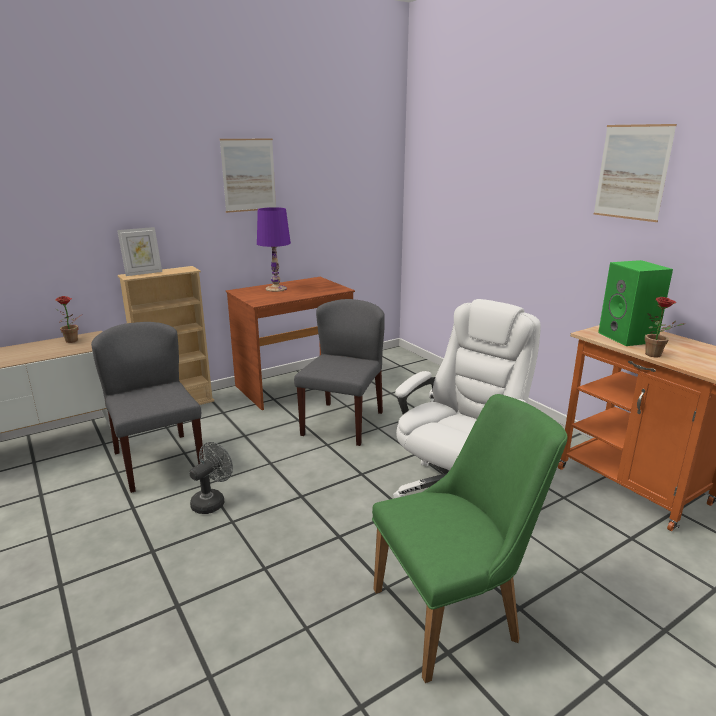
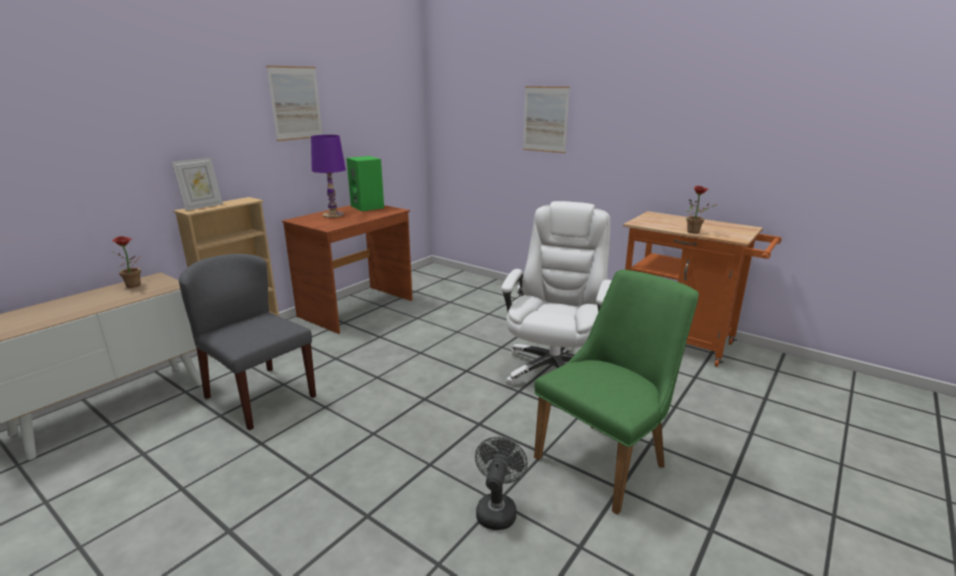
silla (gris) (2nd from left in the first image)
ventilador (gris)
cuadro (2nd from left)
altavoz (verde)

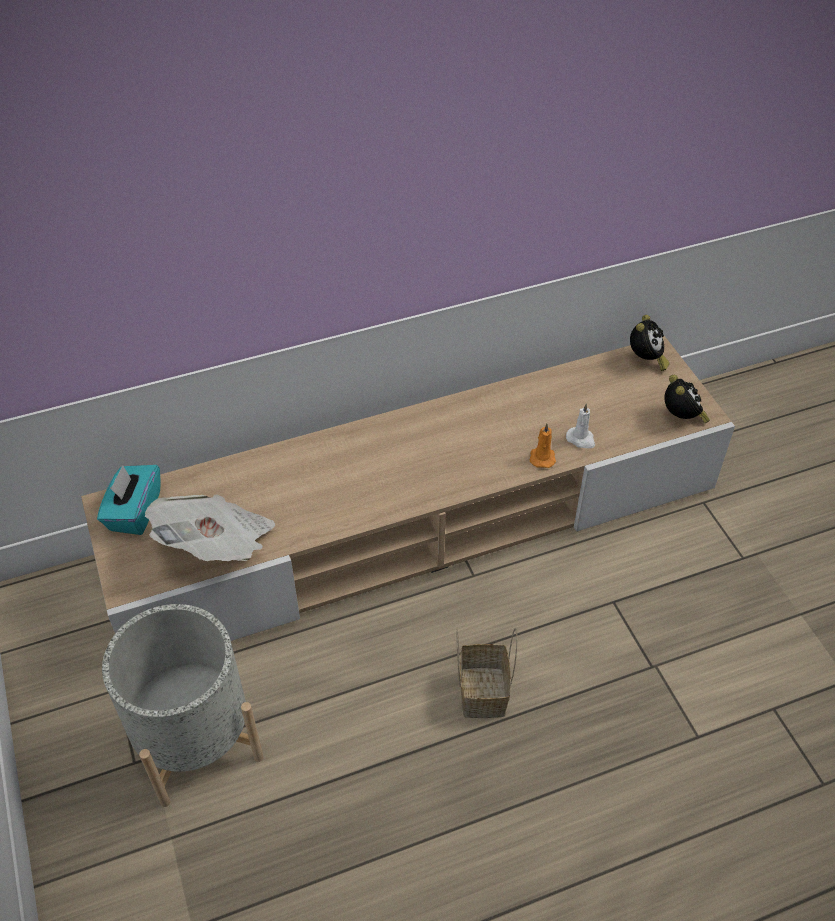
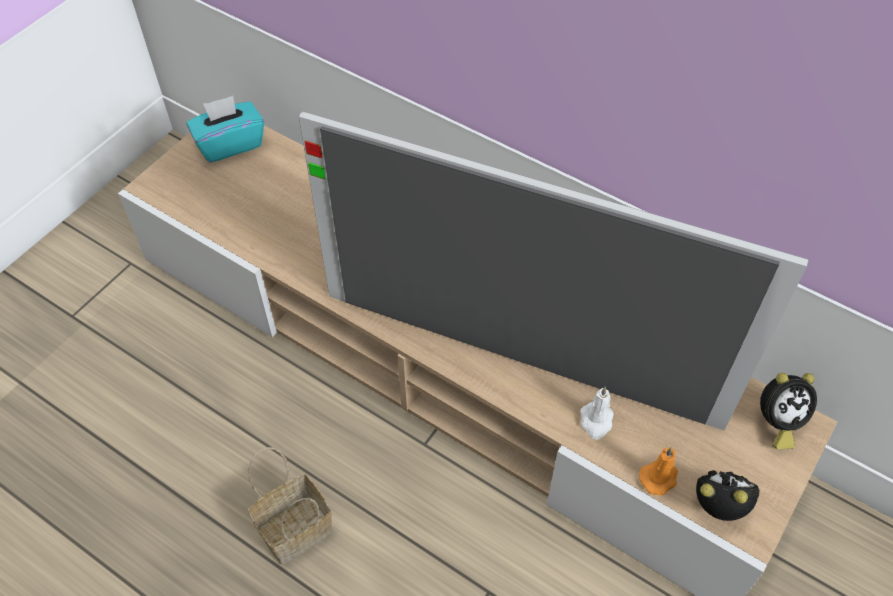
maceta (gris)
periódico
televisor
vela (naranja)
despertador (1st from left)

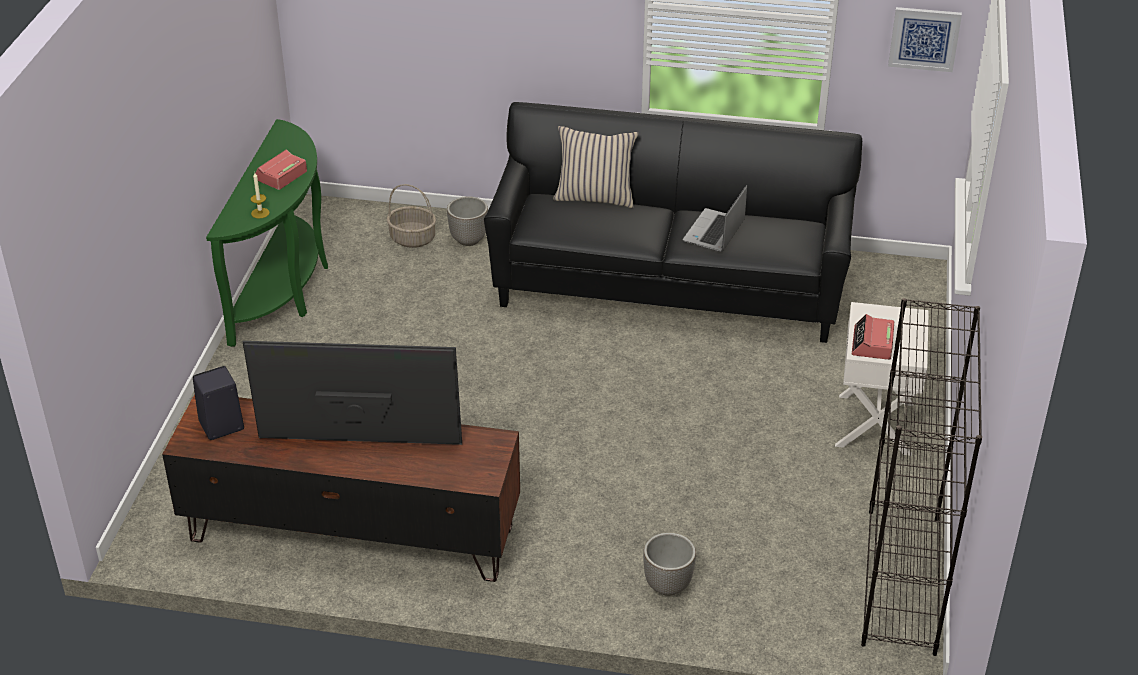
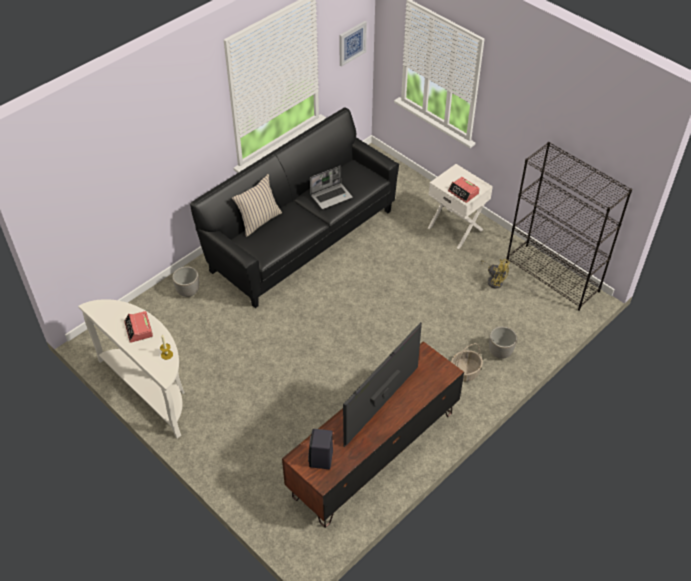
ventilador (amarillo)
cesta
mesa consola (blanco)
portátil

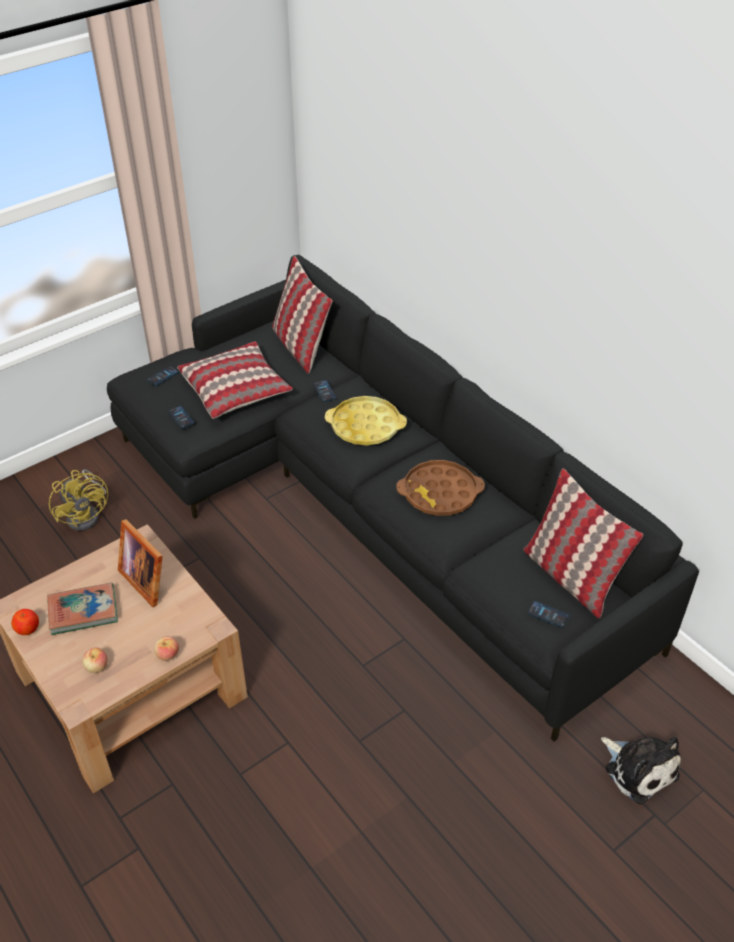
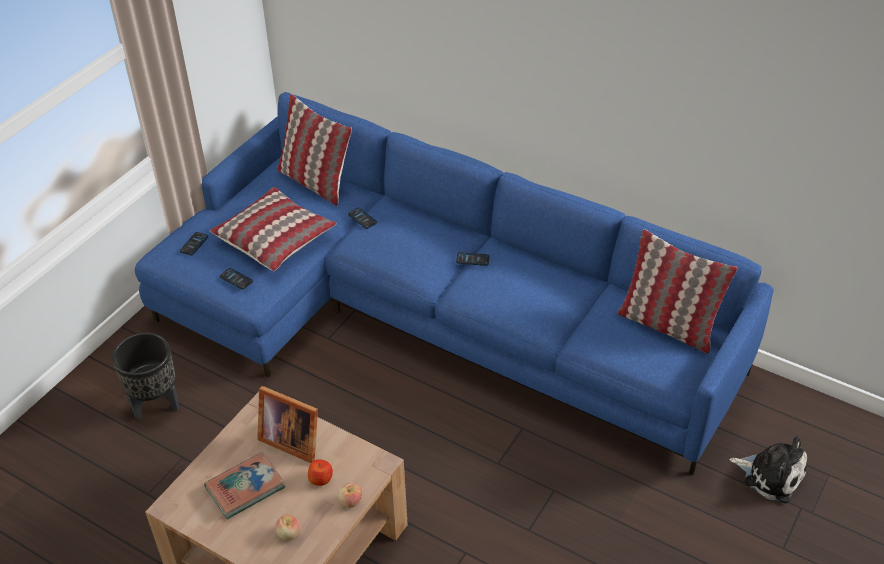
bandeja (amarillo)
bandeja (marrón)
manzana (2nd from left)
móvil (4th from left)
maceta (negro)
sofá (azul)

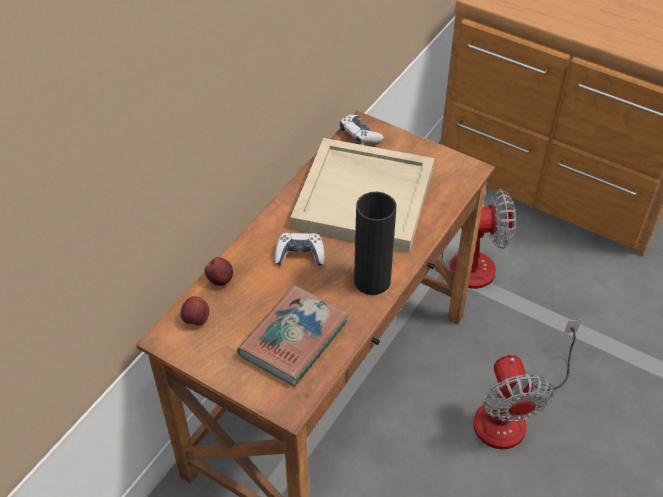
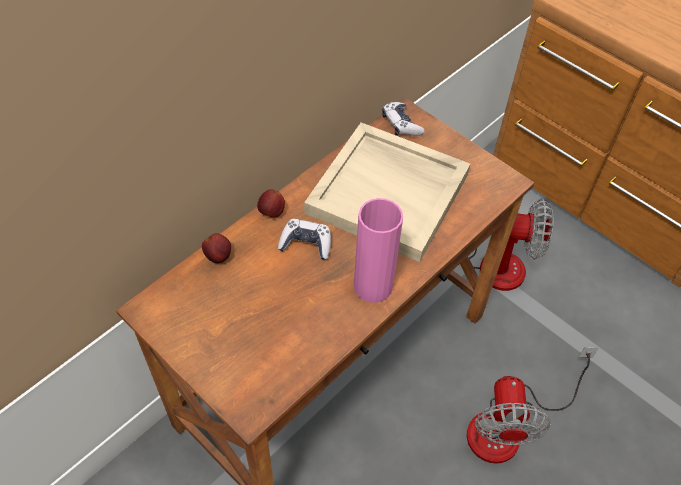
libro
manzana (2nd from left)
florero (rosa)

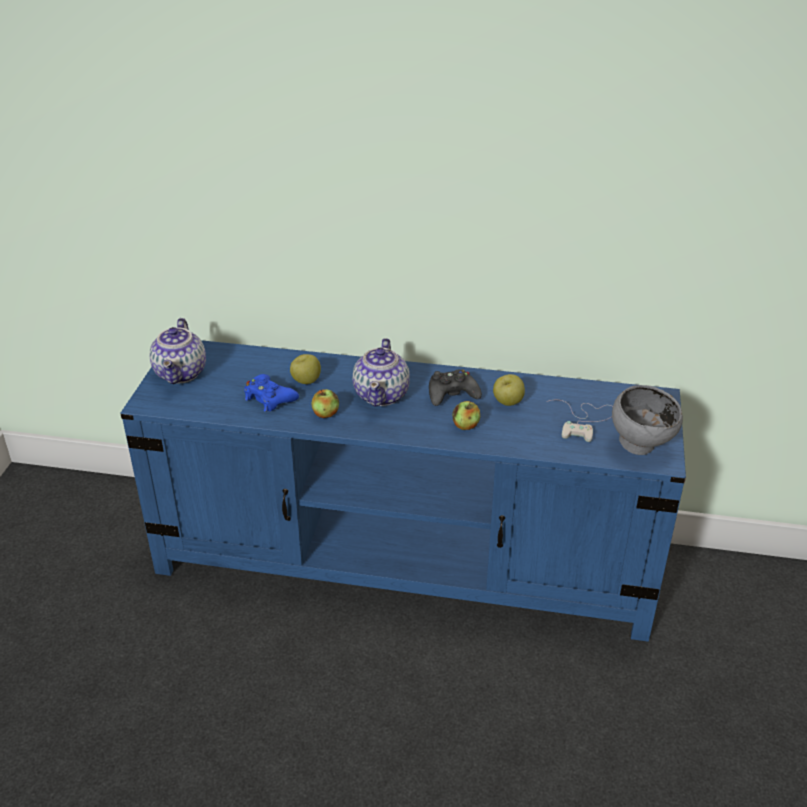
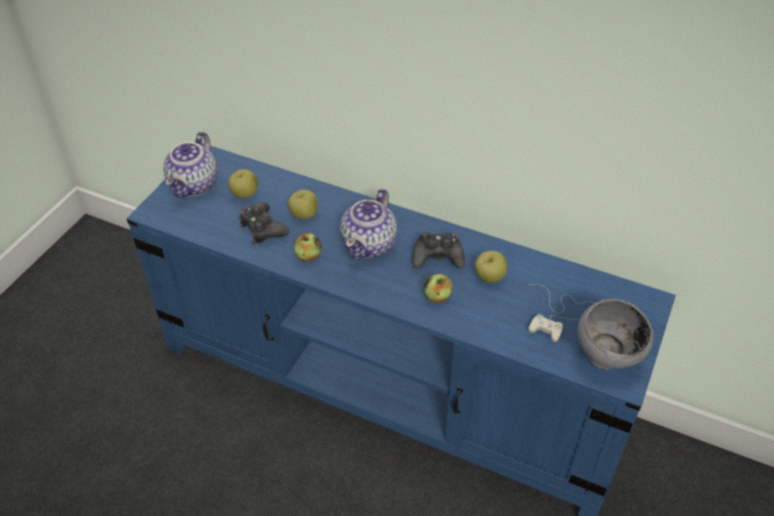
manzana (1st from left)
mando de consola (negro) (1st from left)

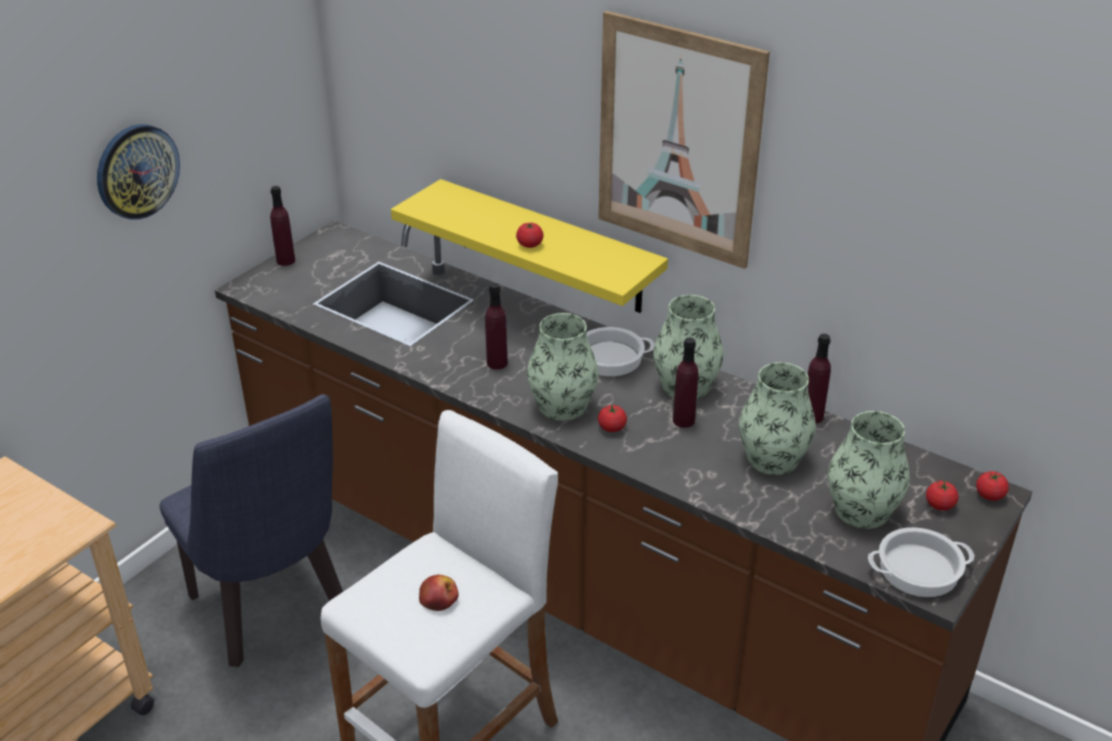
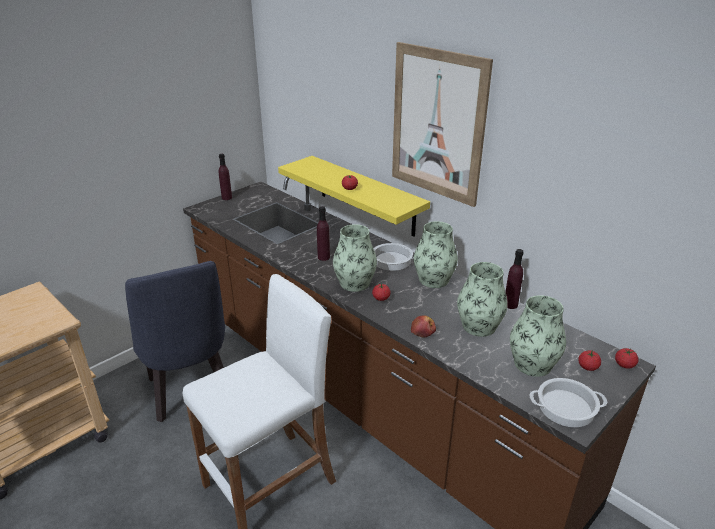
reloj de pared
botella (morado) (3rd from left in the first image)
manzana

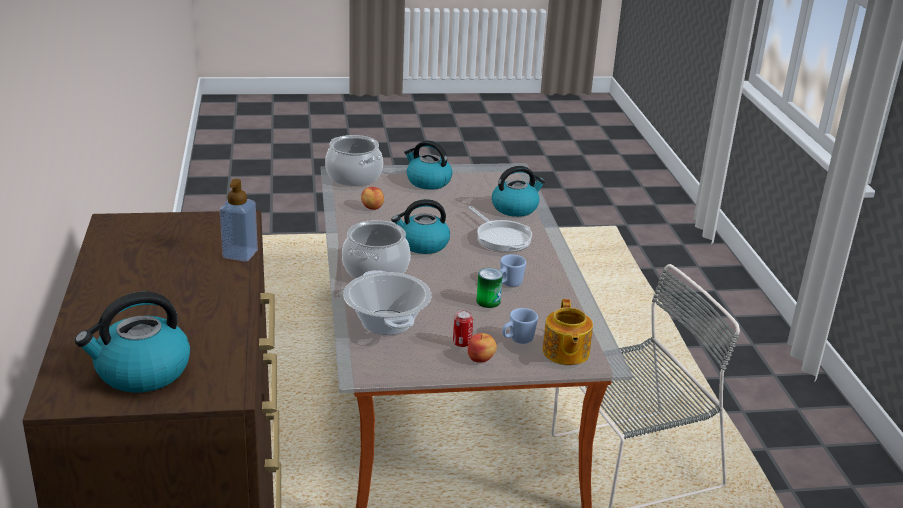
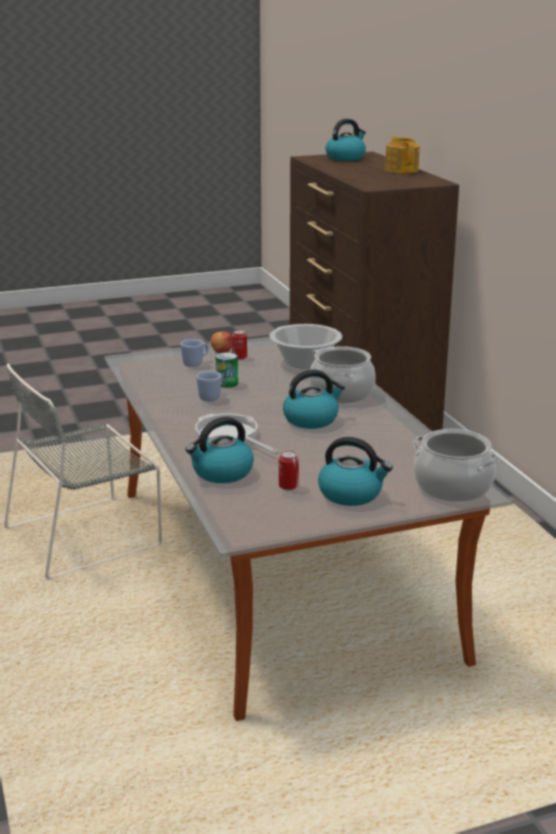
dispensador de jabón
manzana (1st from left in the first image)
lata (3rd from left)
tetera

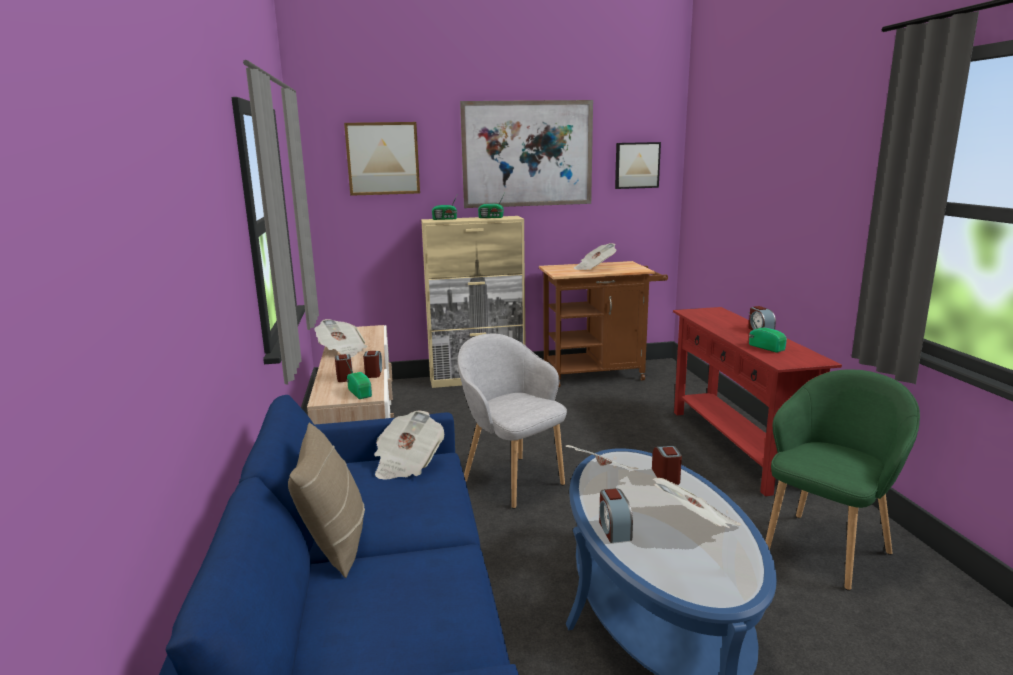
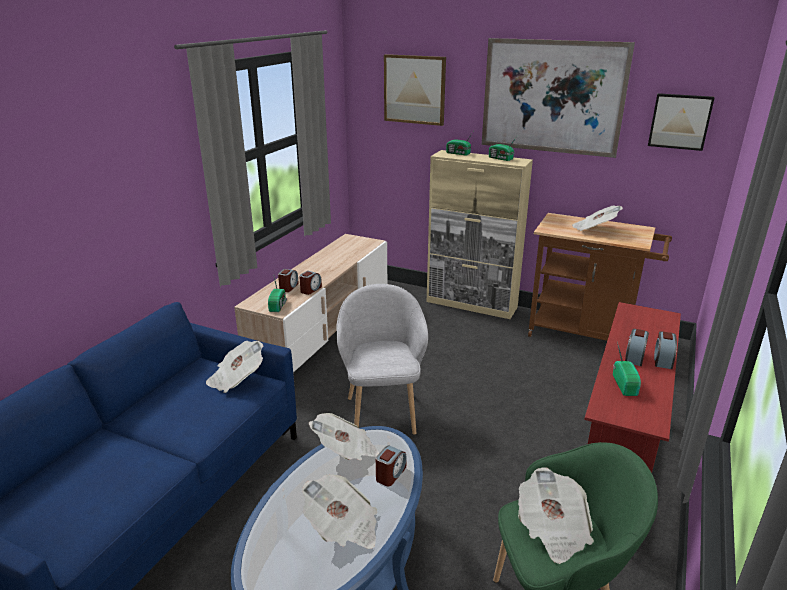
cojín (beis)
periódico (4th from left)
despertador (4th from left)

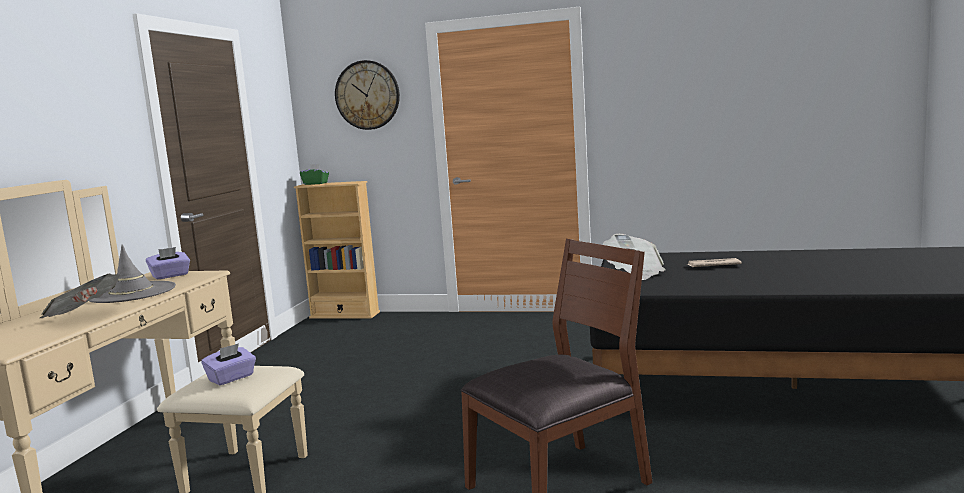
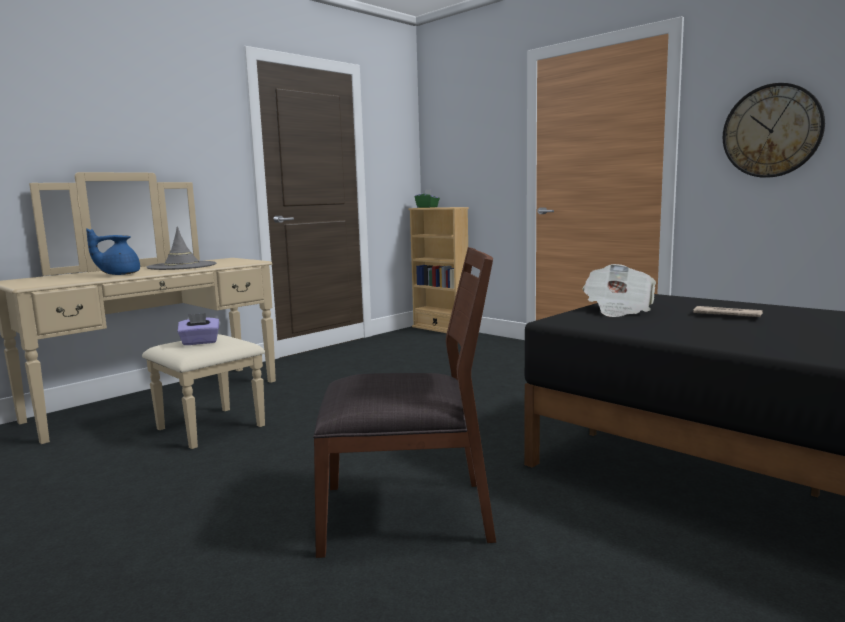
caja de pañuelos (morado) (1st from left in the first image)
reloj de pared
tetera (azul)

